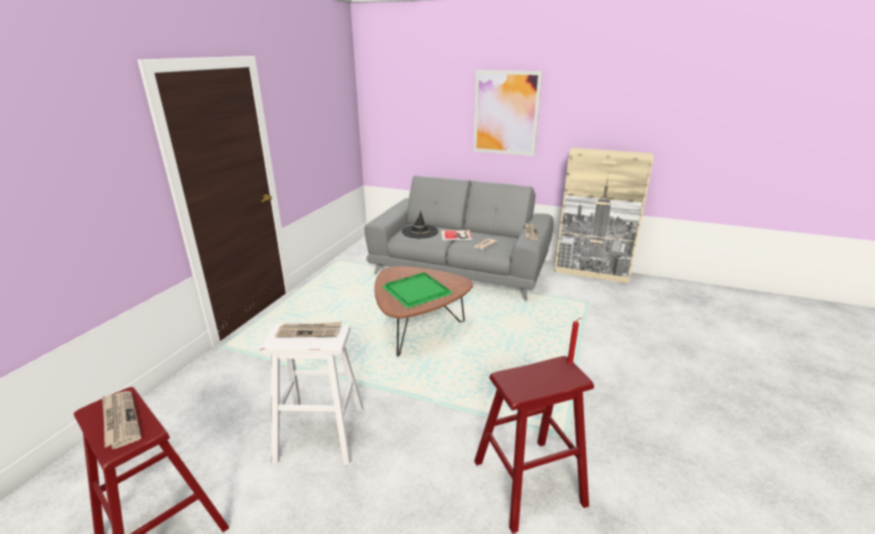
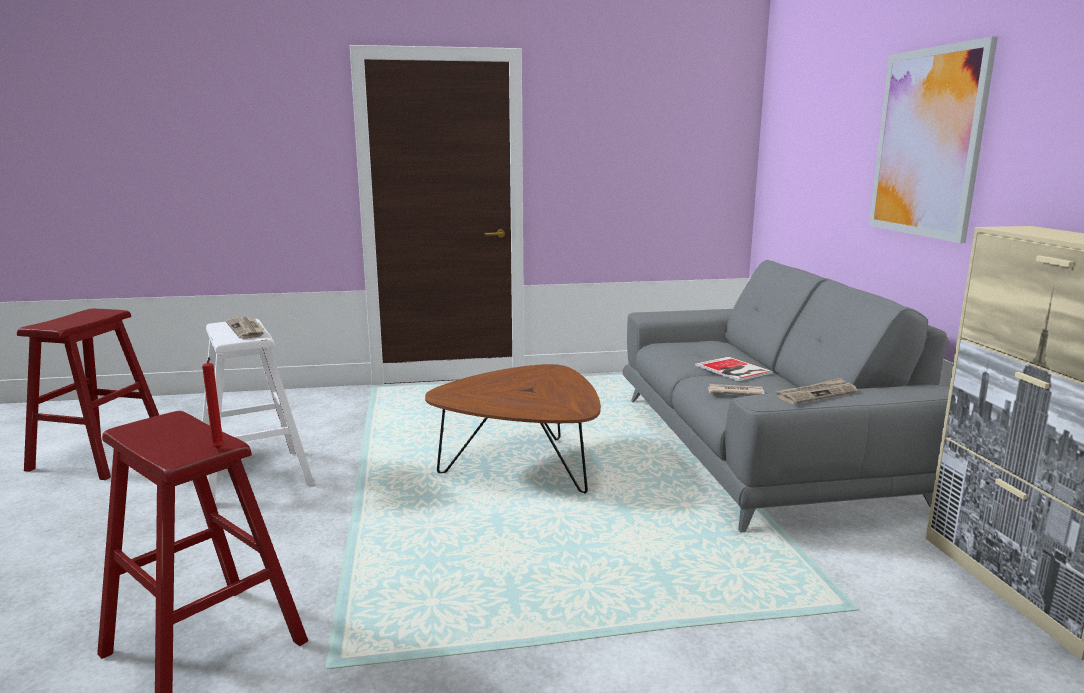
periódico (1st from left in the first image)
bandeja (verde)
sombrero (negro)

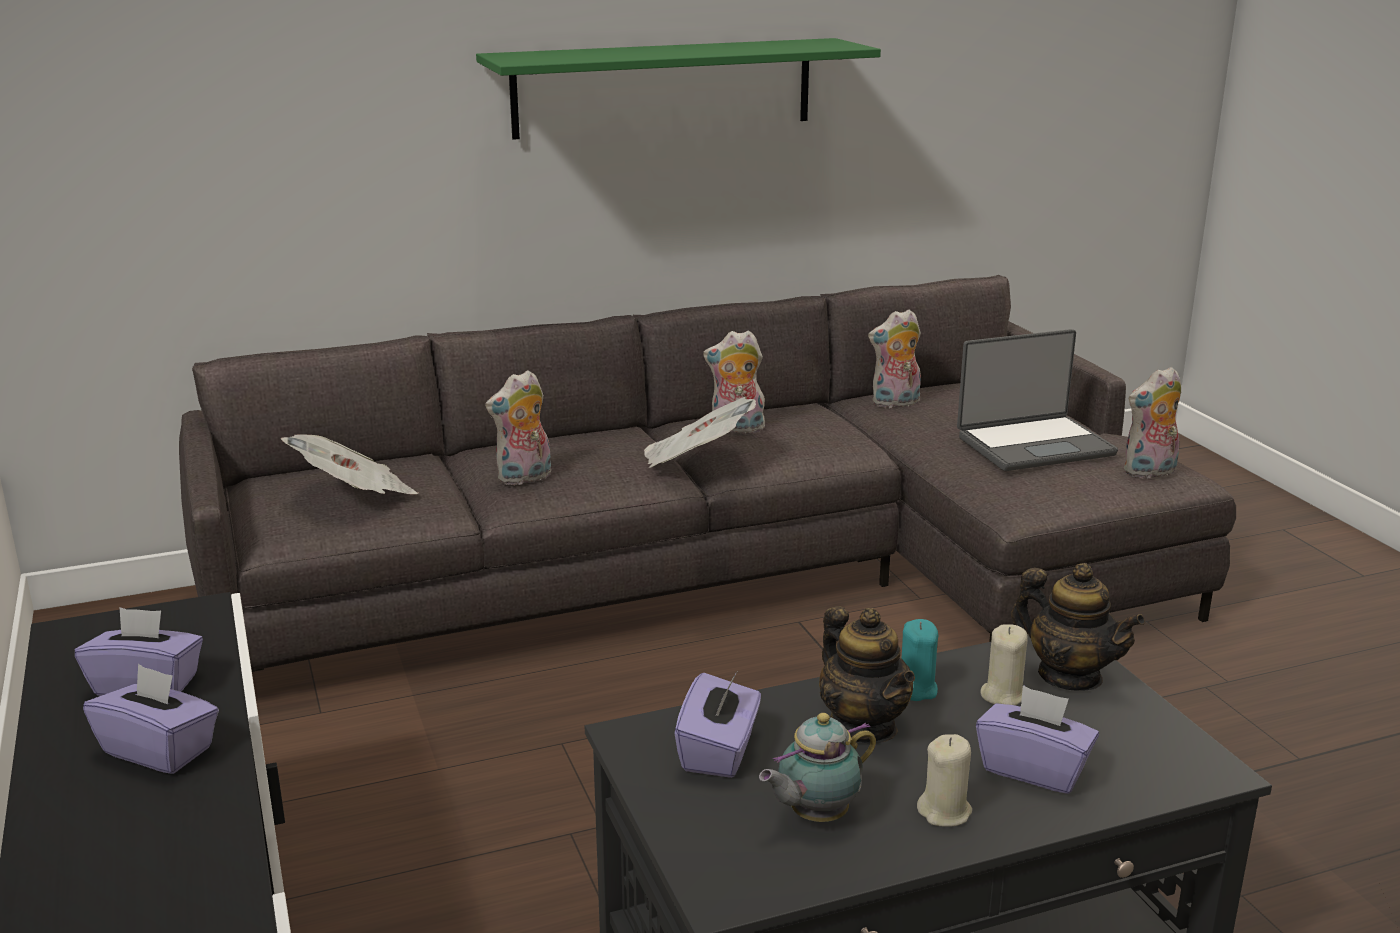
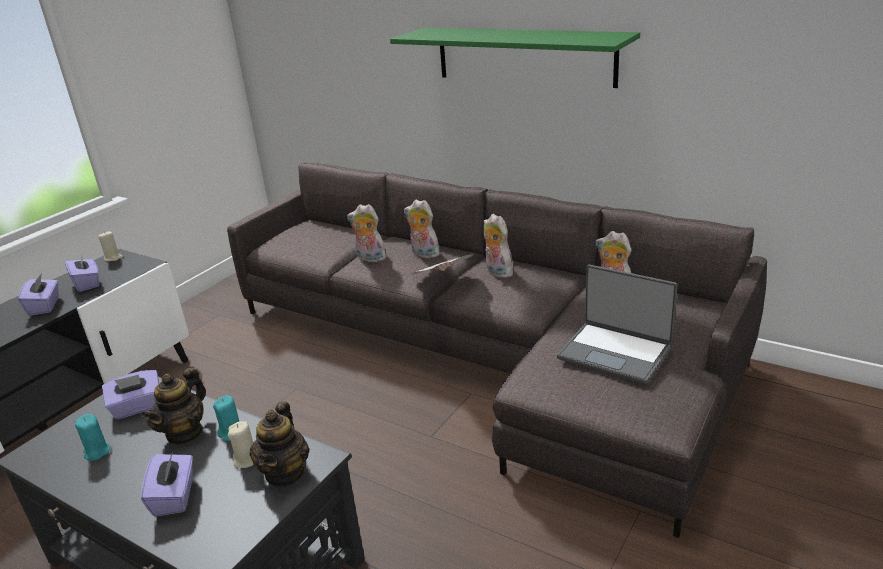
periódico (1st from left in the first image)
vela (beis) (1st from left)
peluche (2nd from left)
vela (turquesa) (1st from left)

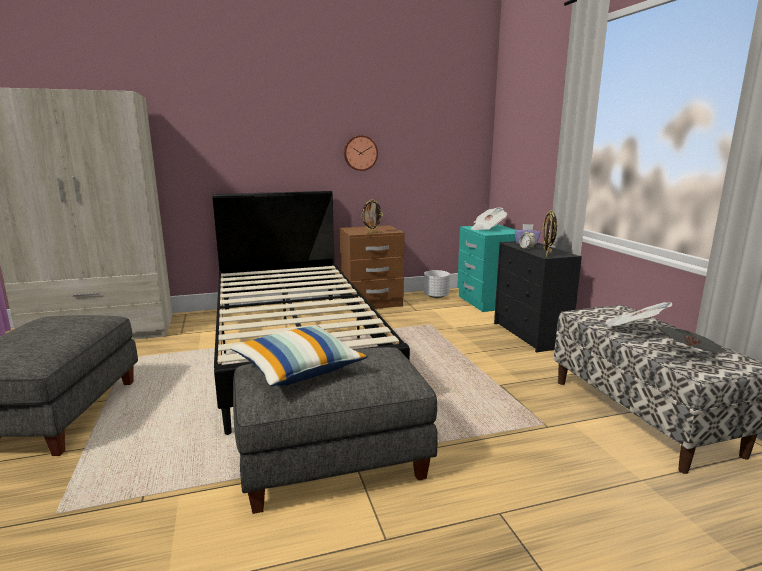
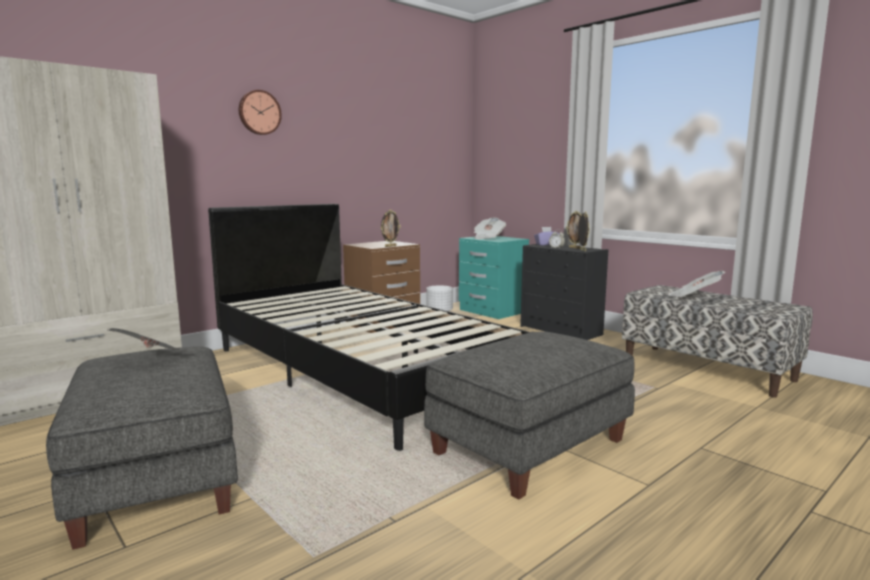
cojín
reloj de pared
periódico (1st from left)

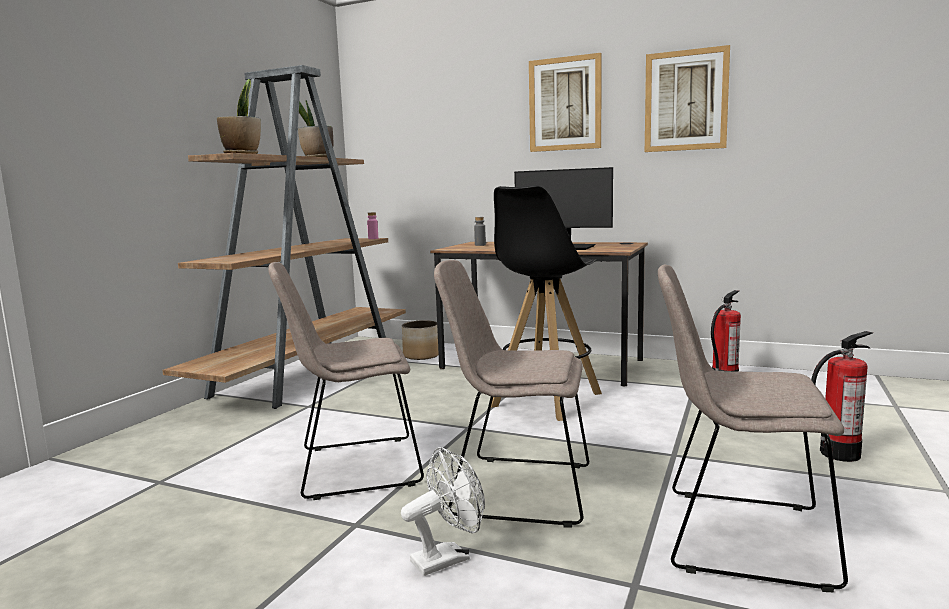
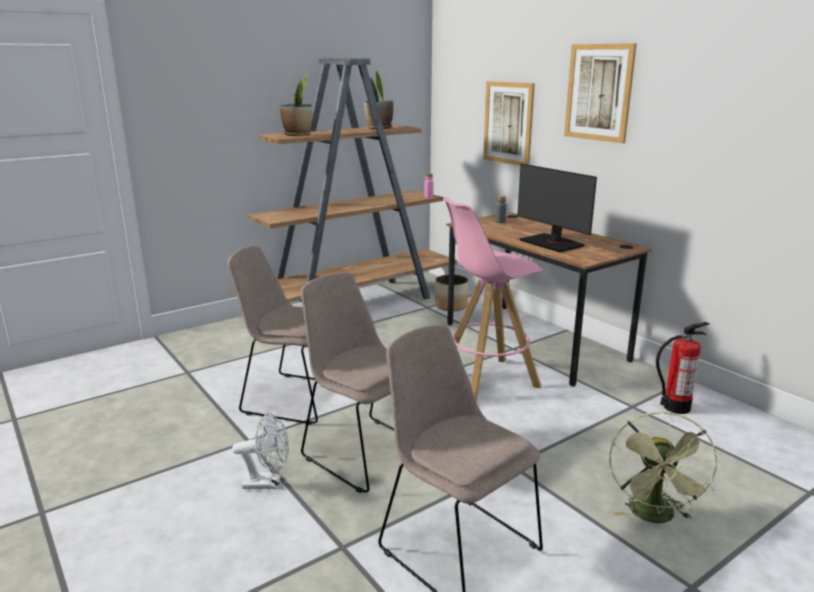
cuadro (1st from left)
ventilador (verde)
taburete (rosa)

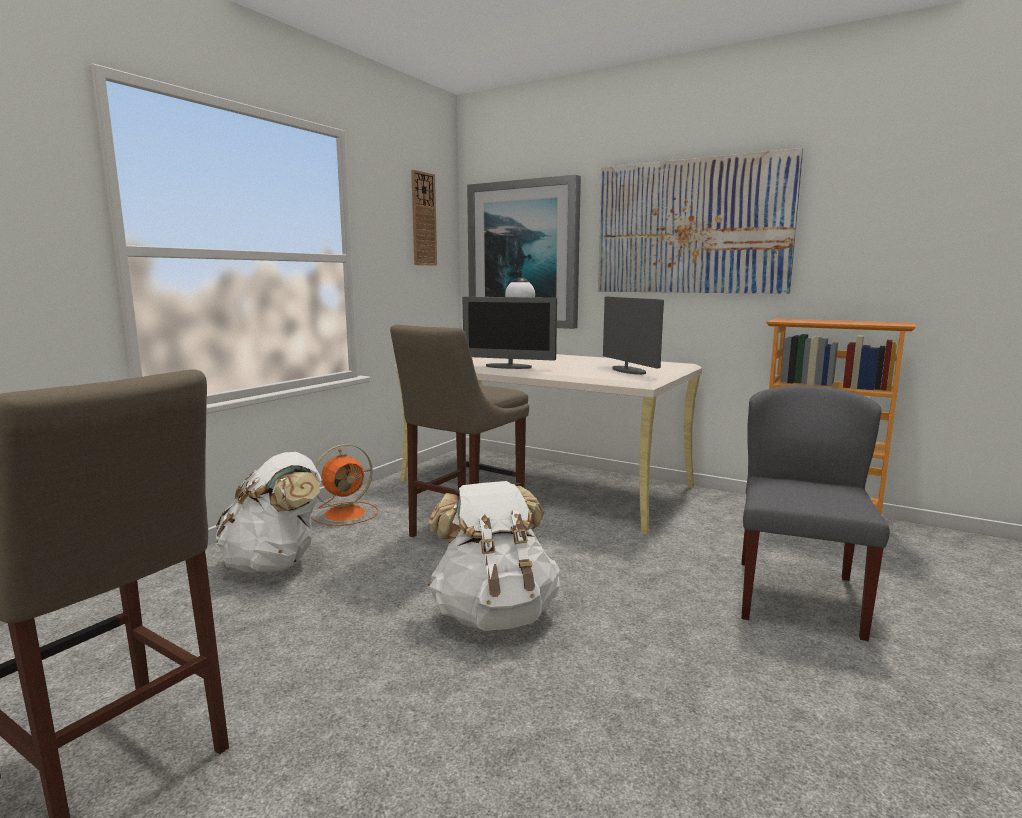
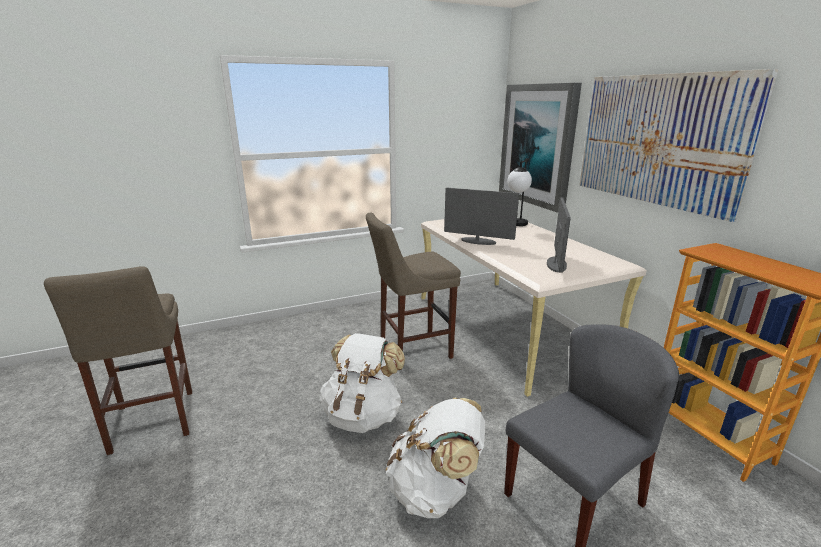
ventilador (naranja)
reloj de pared
mochila (blanco) (2nd from left)
monitor (1st from left)

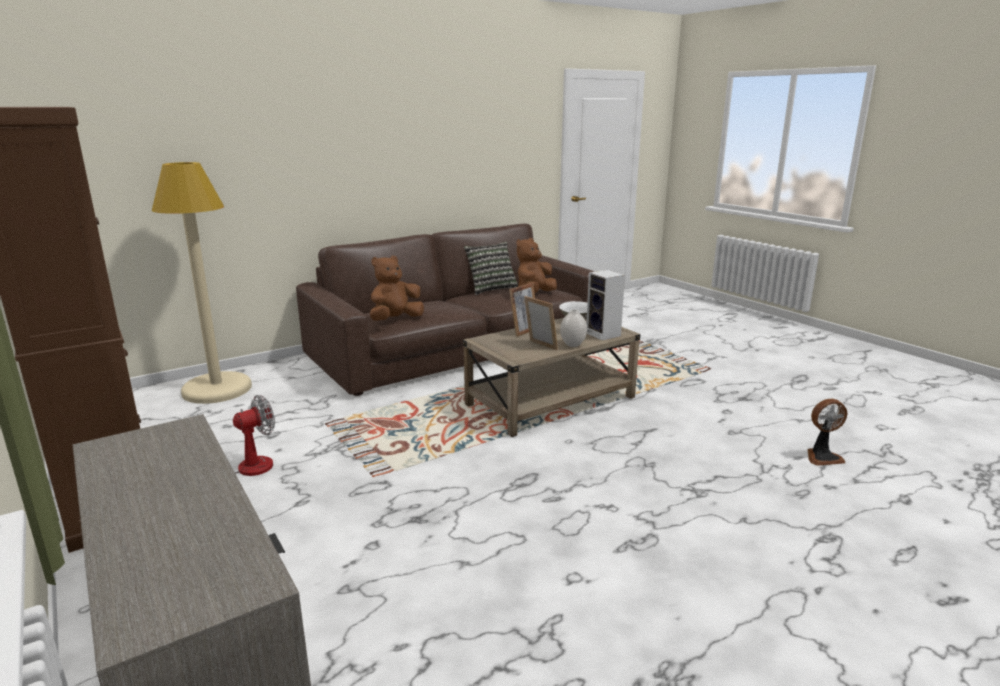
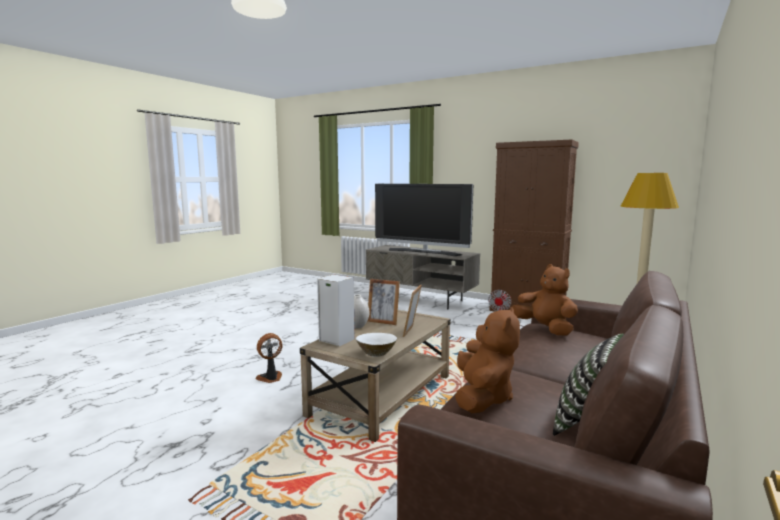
televisor
ventilador (1st from left)
peluche (marrón) (2nd from left)

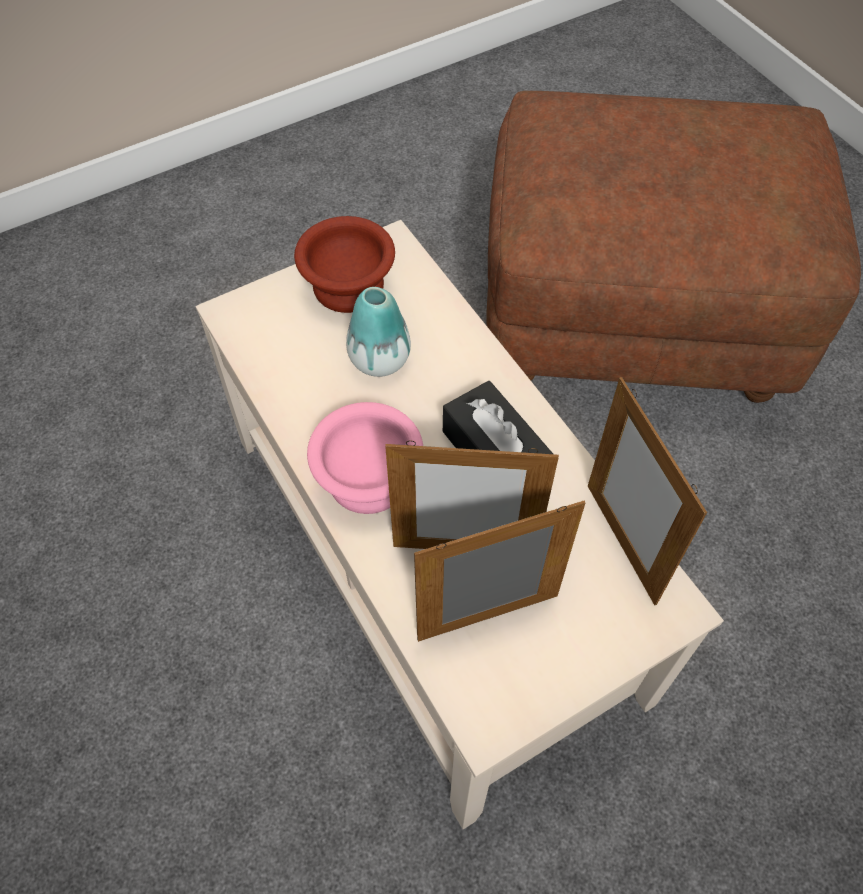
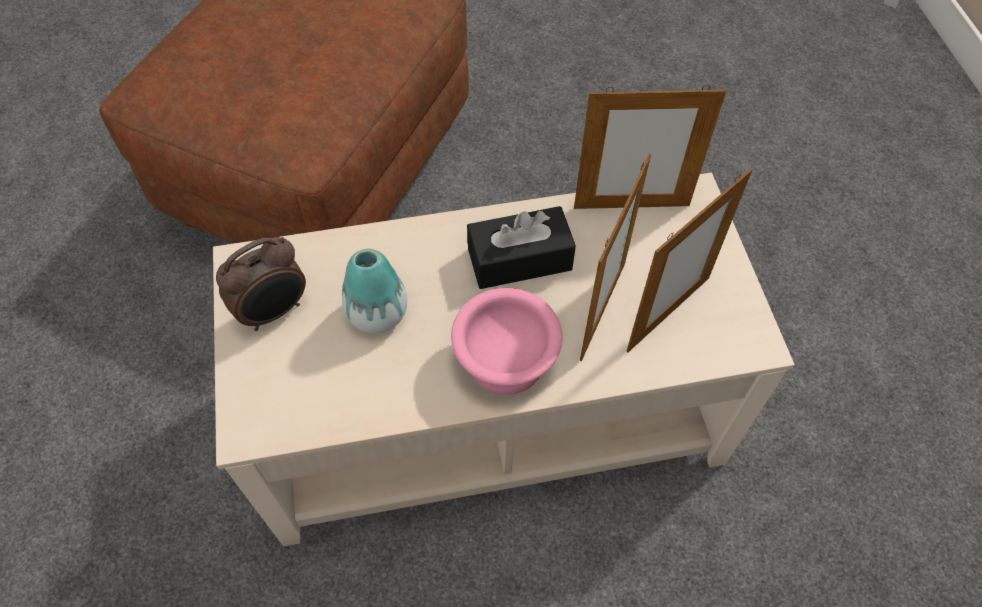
despertador
portarretratos (3rd from left)

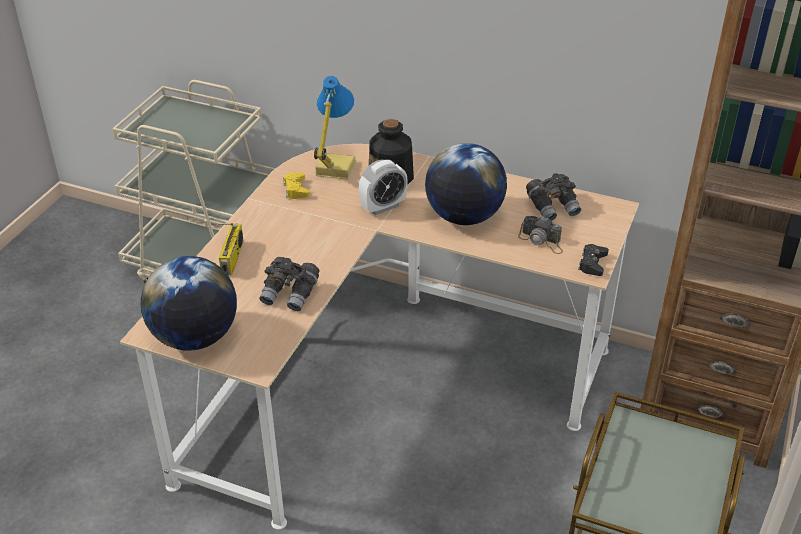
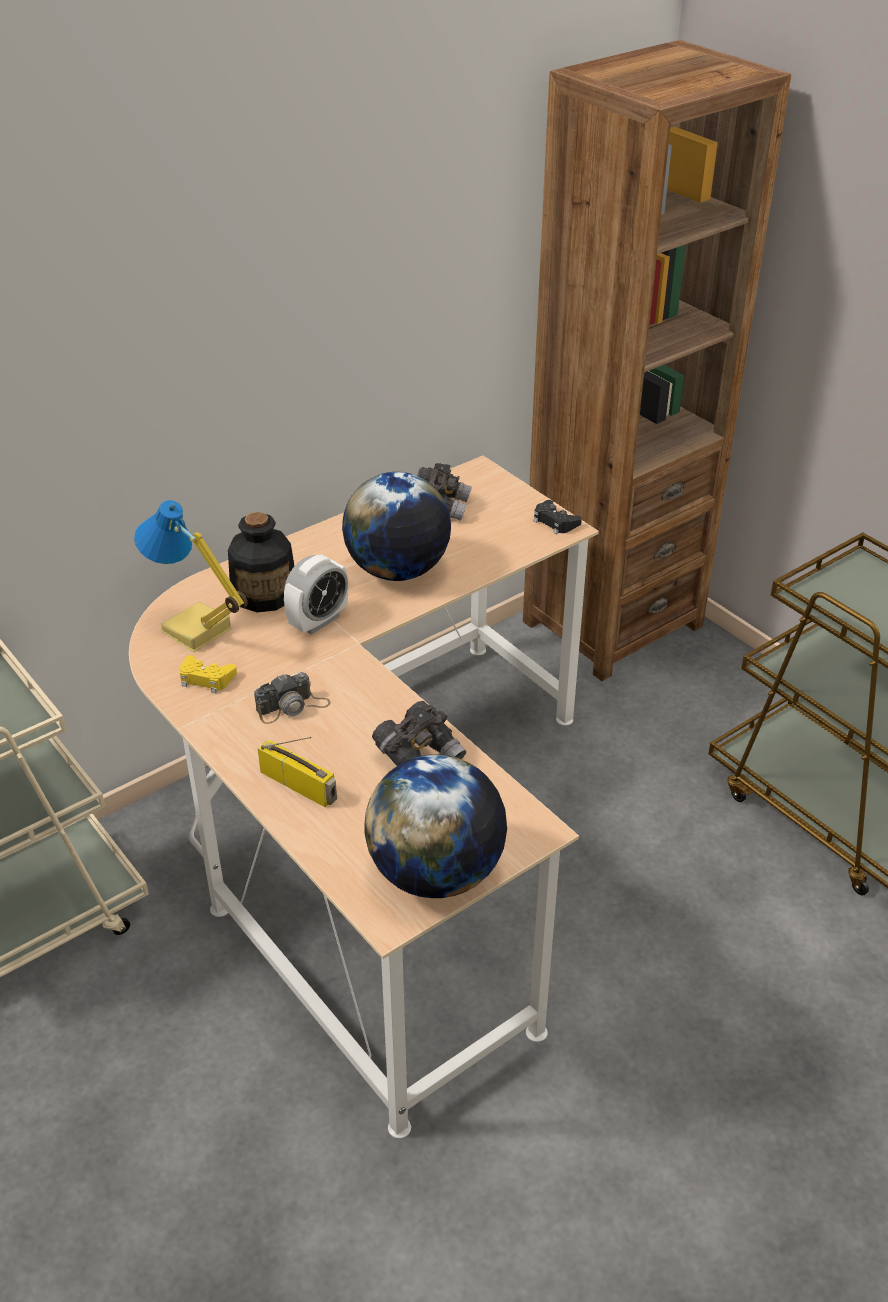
cámara
despertador

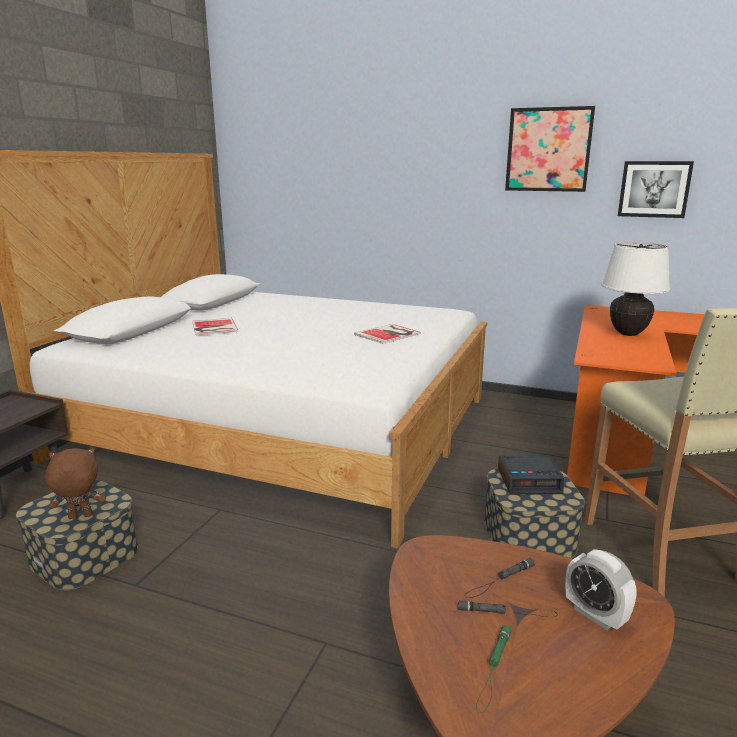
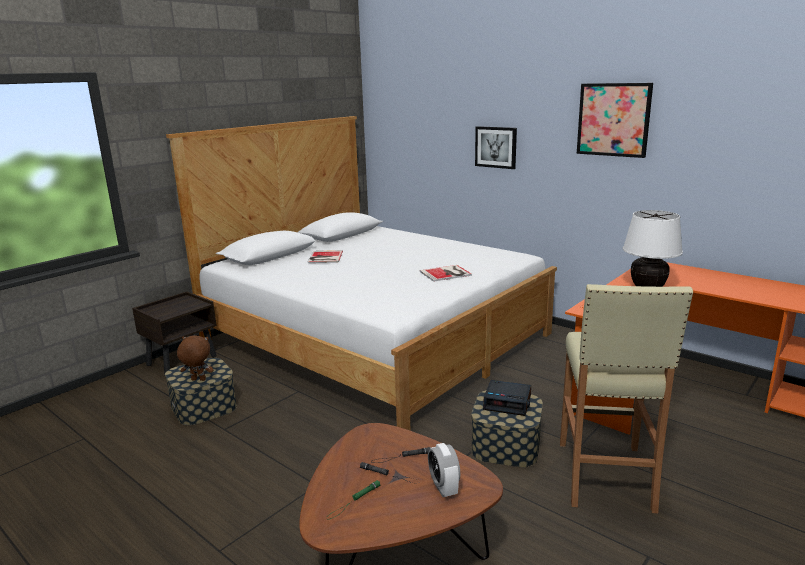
cuadro (1st from left)

